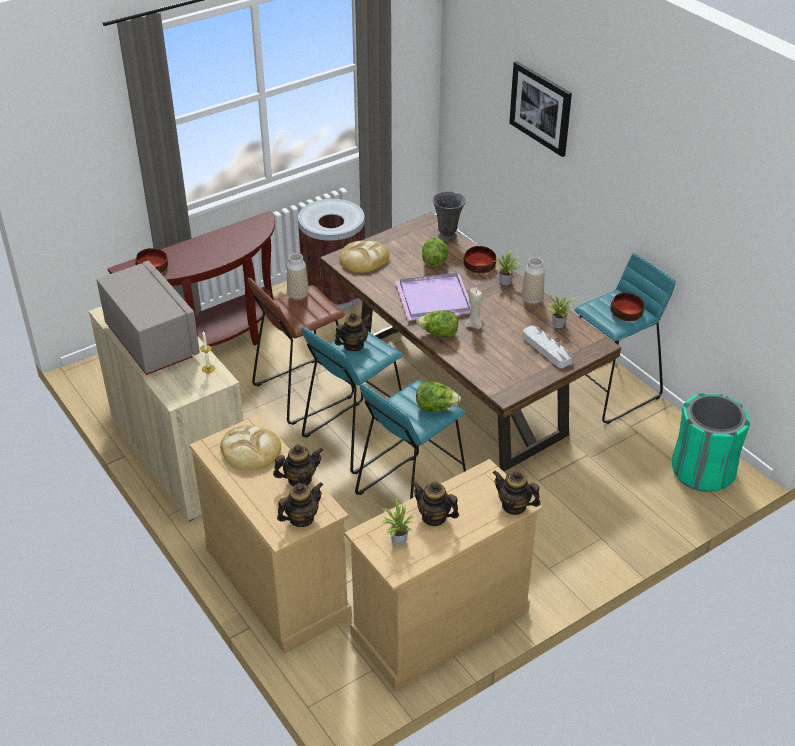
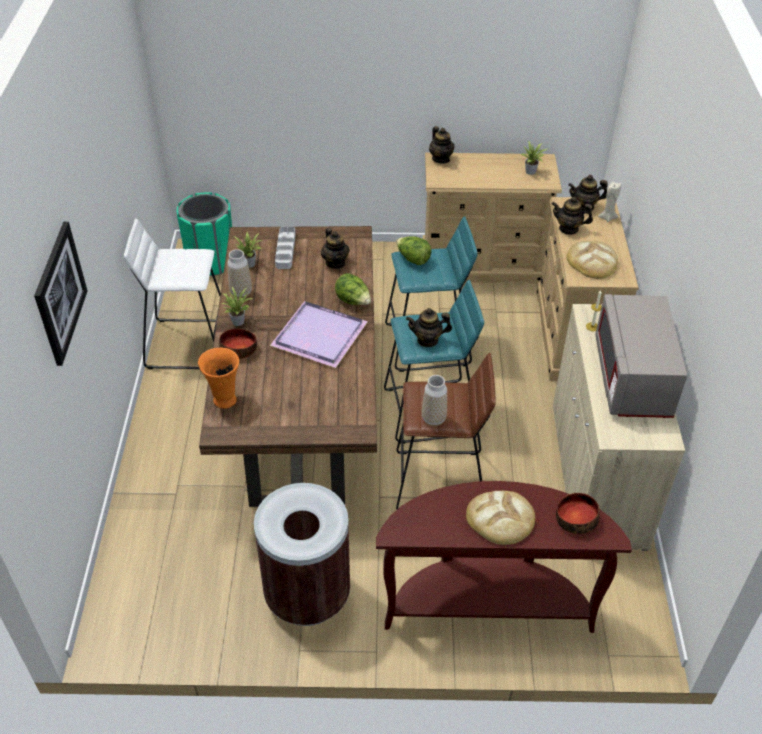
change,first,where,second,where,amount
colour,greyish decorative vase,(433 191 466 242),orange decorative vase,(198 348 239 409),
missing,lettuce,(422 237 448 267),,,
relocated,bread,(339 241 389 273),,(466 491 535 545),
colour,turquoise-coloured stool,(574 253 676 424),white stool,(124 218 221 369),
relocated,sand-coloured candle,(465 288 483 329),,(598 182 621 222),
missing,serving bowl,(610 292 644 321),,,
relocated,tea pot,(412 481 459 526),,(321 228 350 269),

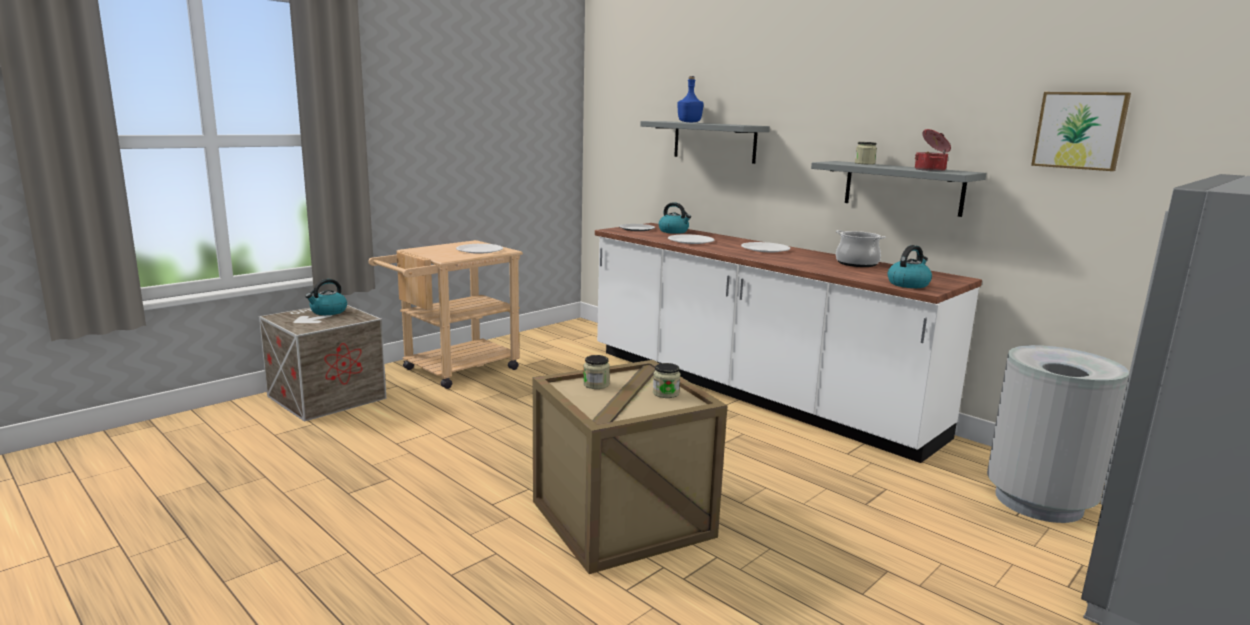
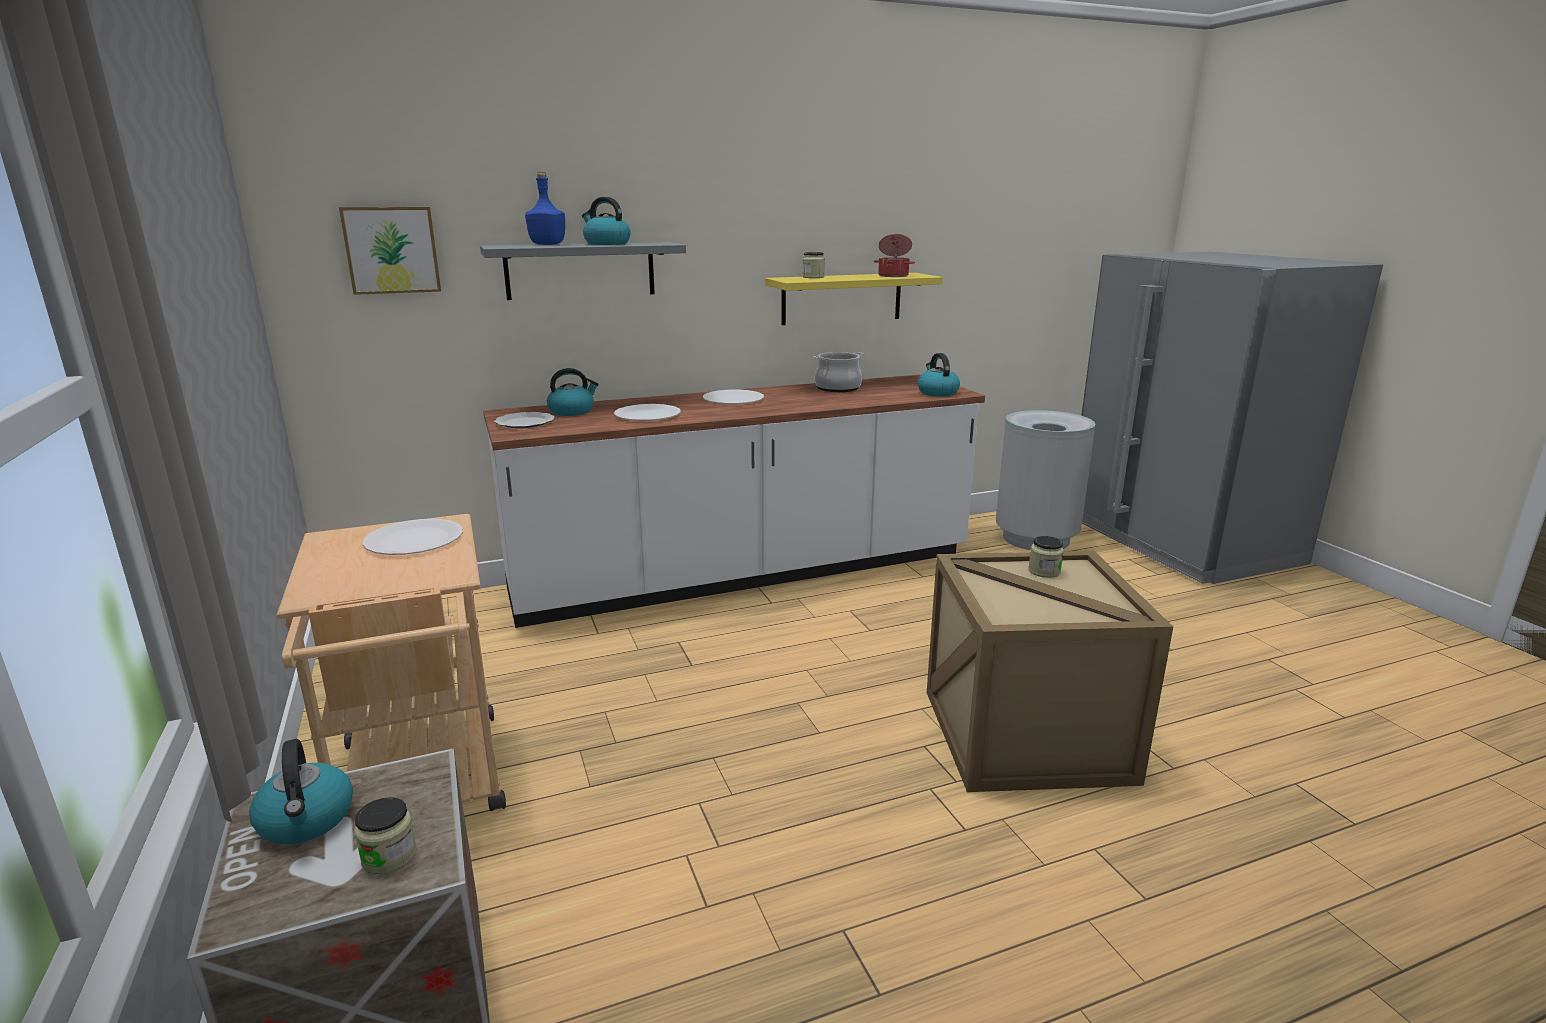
change,first,where,second,where,amount
relocated,picture,(1031 92 1131 171),,(339 207 441 295),
colour,greyish shelf,(811 161 986 217),yellow shelf,(765 273 943 325),
relocated,storage jar,(583 355 610 389),,(354 797 417 874),
appeared,,,tea kettle,(582 197 631 245),

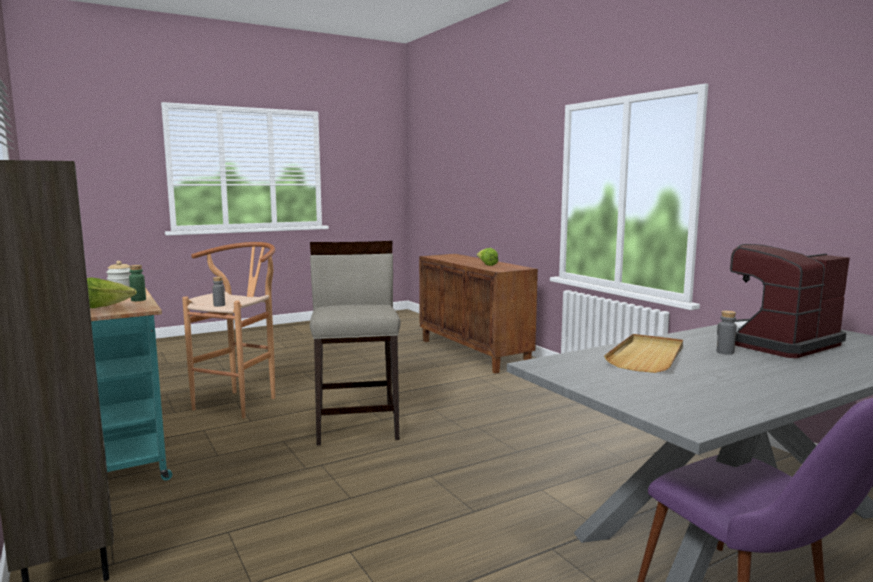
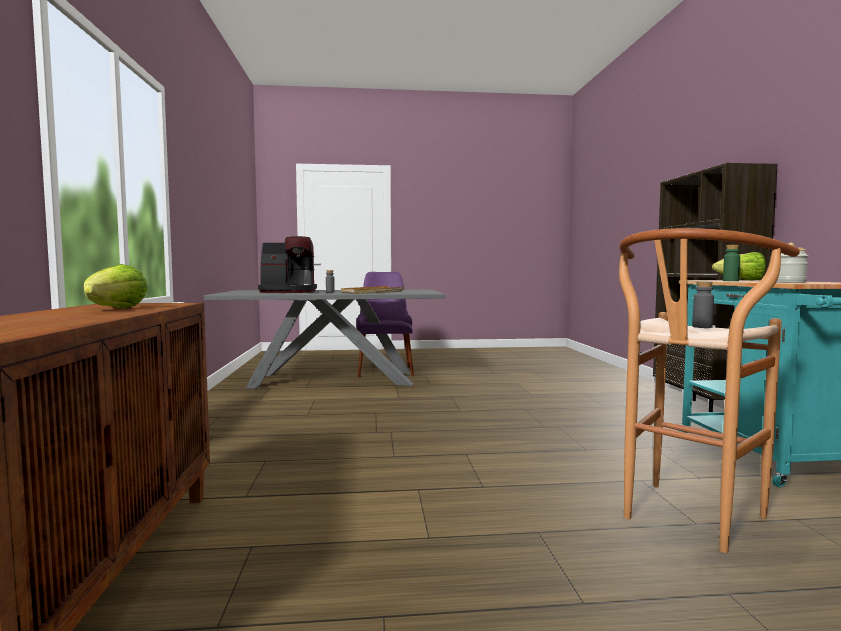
change,first,where,second,where,amount
missing,sand-coloured stool,(310 241 401 446),,,

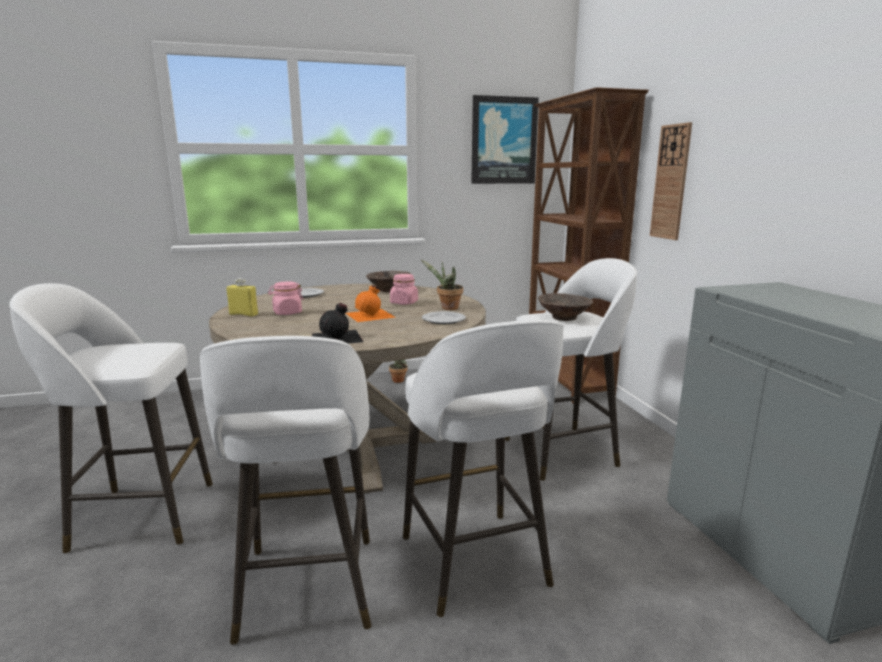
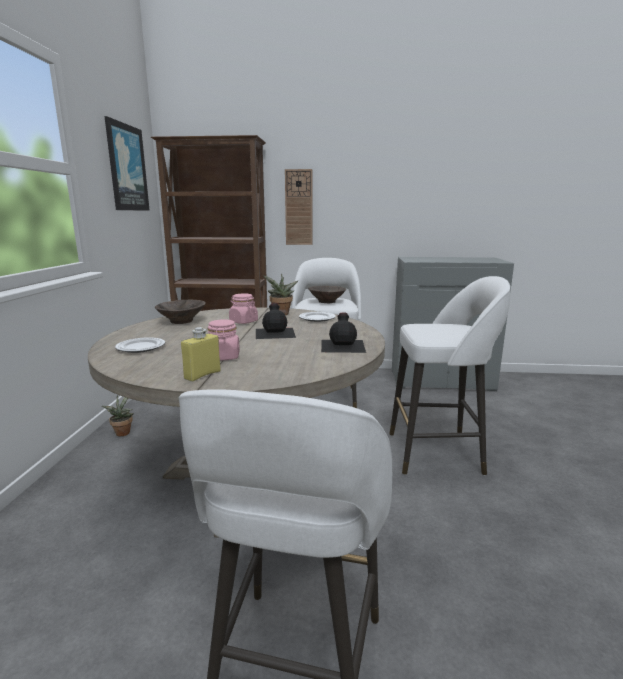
change,first,where,second,where,amount
colour,orange bottle,(346 285 395 322),black bottle,(256 303 296 339),
missing,white stool,(200 336 371 645),,,

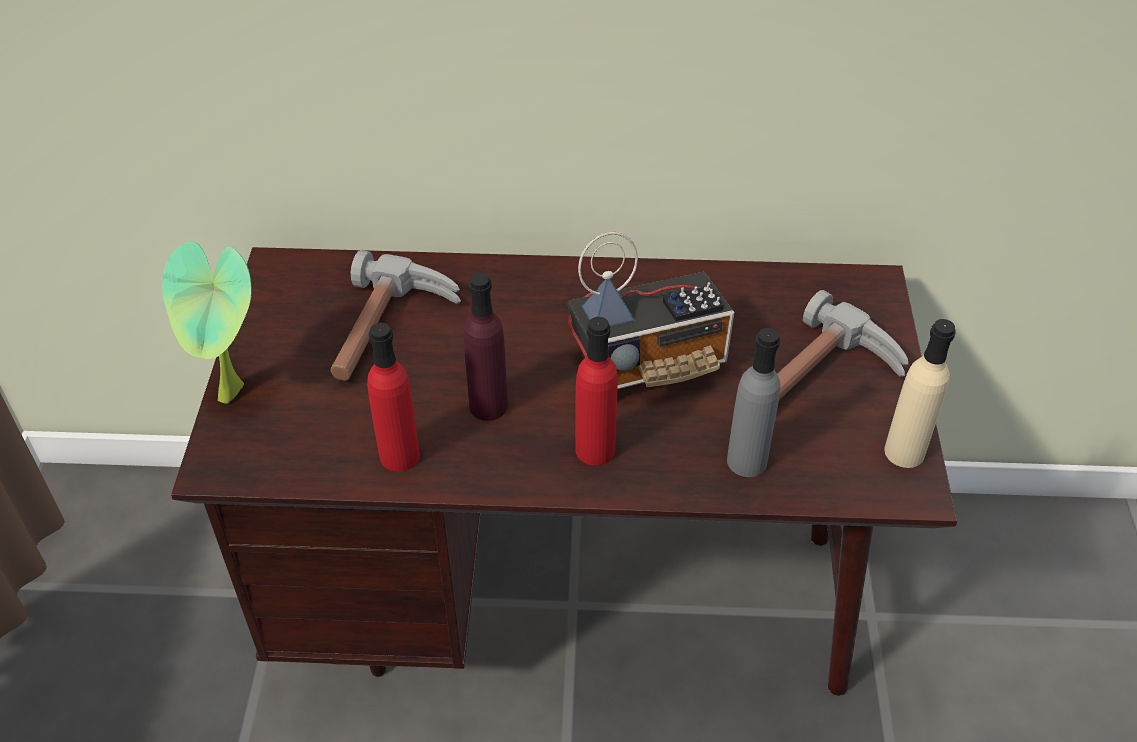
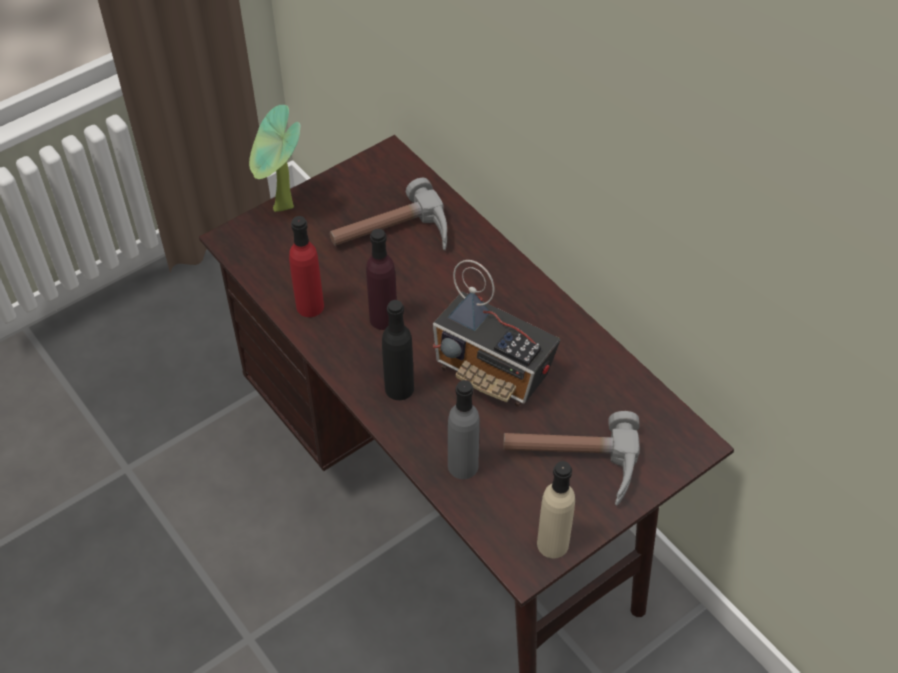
change,first,where,second,where,amount
colour,reddish bottle,(575 317 618 466),black bottle,(382 300 414 400),

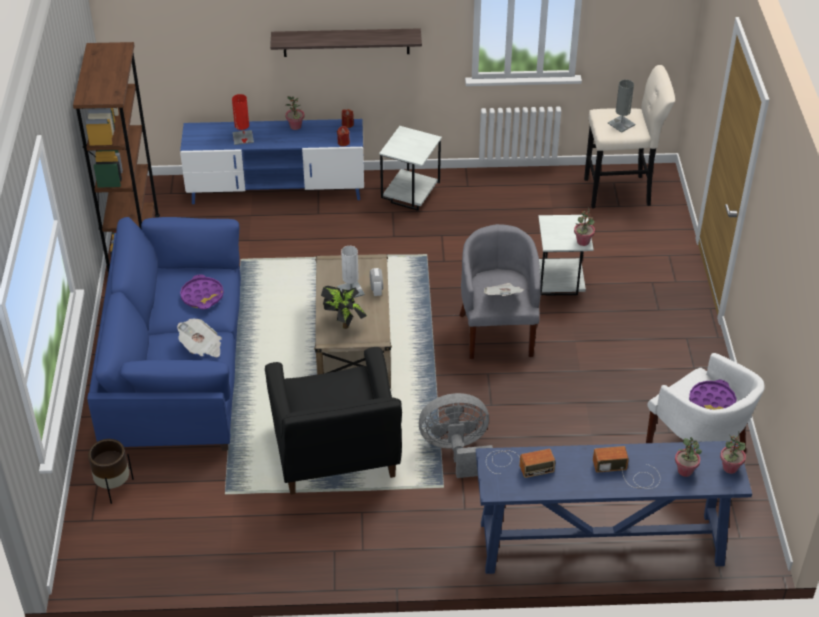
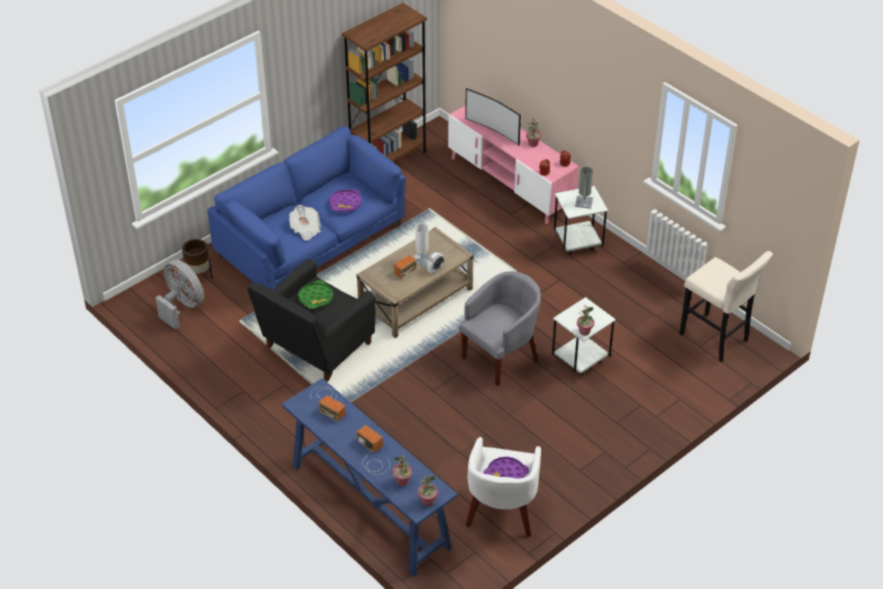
change,first,where,second,where,amount
missing,shelf,(270 28 422 57),,,
relocated,greyish lamp for a table,(608 80 635 133),,(575 167 593 209),
exchanged,reddish lamp for a table,(232 94 254 145),television,(465 88 521 145),
colour,blue tv stand,(180 119 364 204),pink tv stand,(448 105 579 224),
missing,printed paper,(484 283 524 296),,,
exchanged,houseplant,(321 286 367 329),radio set,(372 255 417 283),
relocated,greyish electric fan,(419 393 493 478),,(156 259 204 330),
appeared,,,greenish carrying tray,(298 280 333 309),

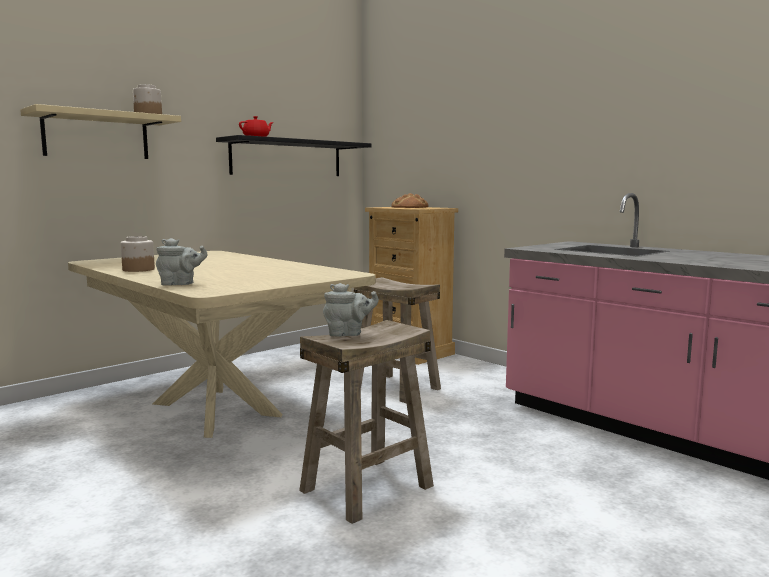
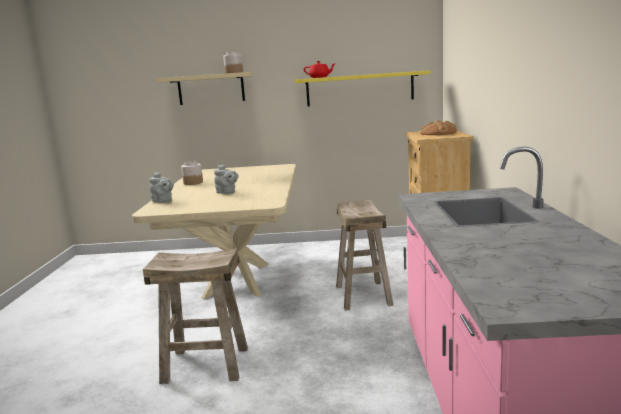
change,first,where,second,where,amount
colour,black shelf,(216 135 372 176),yellow shelf,(294 70 431 106),
relocated,greyish tea pot,(323 283 379 337),,(214 165 239 194),

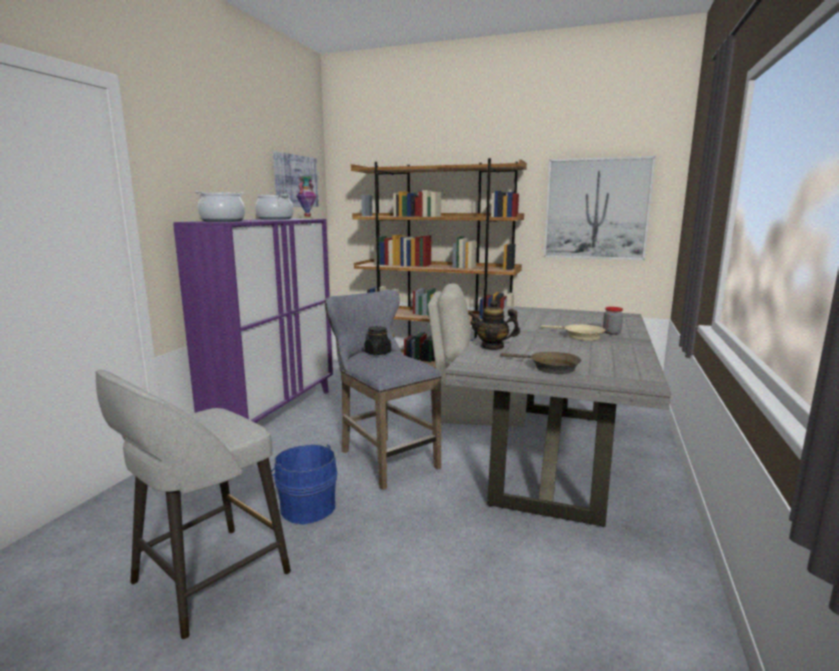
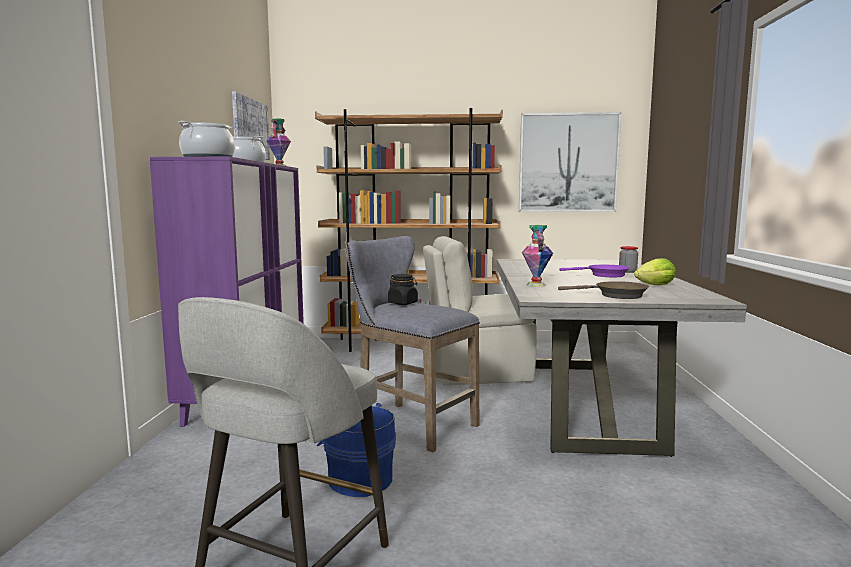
change,first,where,second,where,amount
exchanged,tea pot,(468 300 520 350),decorative vase,(522 225 553 287),
colour,sand-coloured frying pan,(541 325 605 341),purple-coloured frying pan,(559 265 630 277),
appeared,,,lettuce,(634 258 676 285),

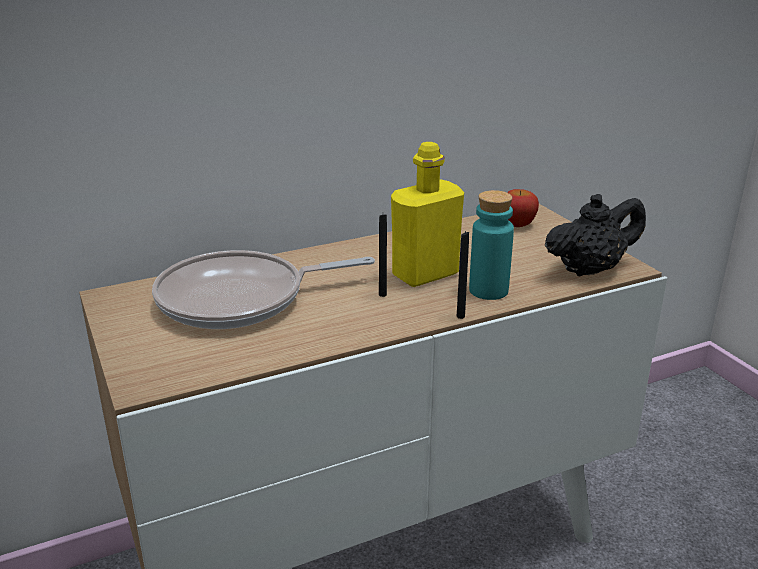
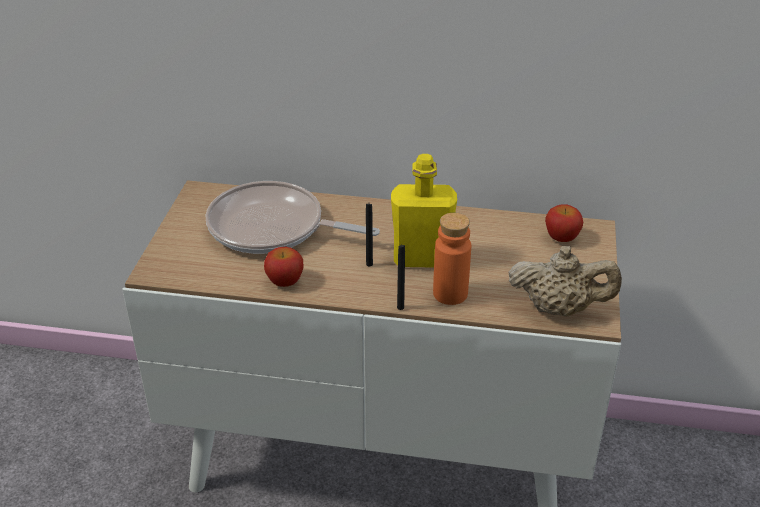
change,first,where,second,where,amount
colour,turquoise-coloured bottle,(469 190 514 300),orange bottle,(433 213 471 305),
colour,black tea pot,(545 194 646 277),sand-coloured tea pot,(508 246 622 317),
appeared,,,apple,(264 247 303 287),

